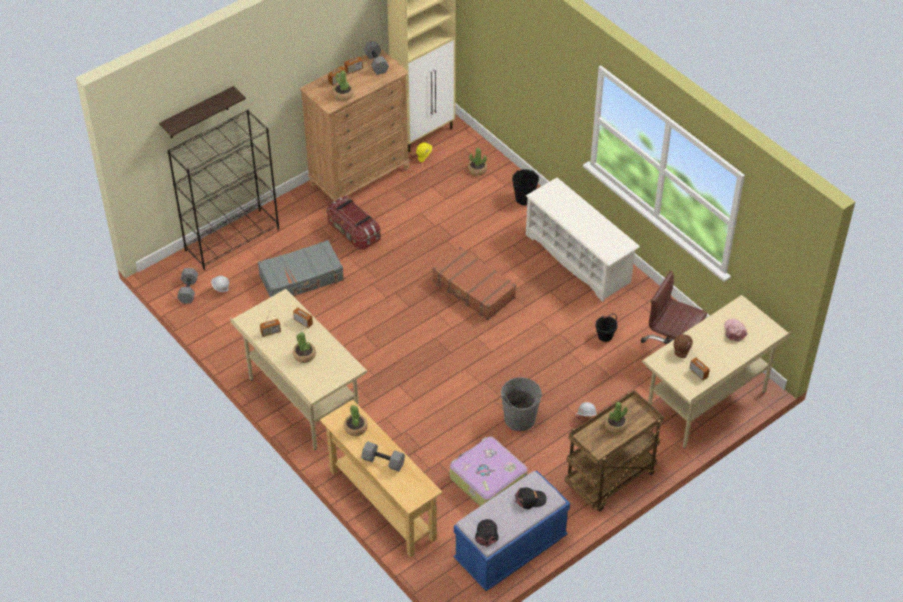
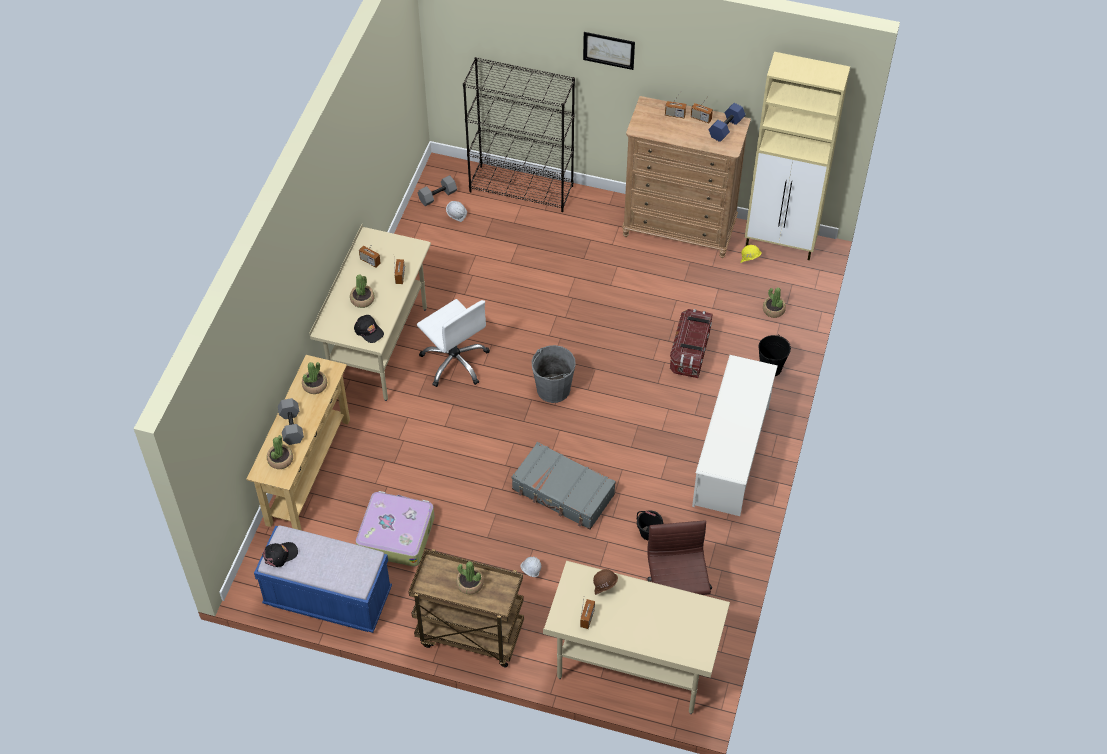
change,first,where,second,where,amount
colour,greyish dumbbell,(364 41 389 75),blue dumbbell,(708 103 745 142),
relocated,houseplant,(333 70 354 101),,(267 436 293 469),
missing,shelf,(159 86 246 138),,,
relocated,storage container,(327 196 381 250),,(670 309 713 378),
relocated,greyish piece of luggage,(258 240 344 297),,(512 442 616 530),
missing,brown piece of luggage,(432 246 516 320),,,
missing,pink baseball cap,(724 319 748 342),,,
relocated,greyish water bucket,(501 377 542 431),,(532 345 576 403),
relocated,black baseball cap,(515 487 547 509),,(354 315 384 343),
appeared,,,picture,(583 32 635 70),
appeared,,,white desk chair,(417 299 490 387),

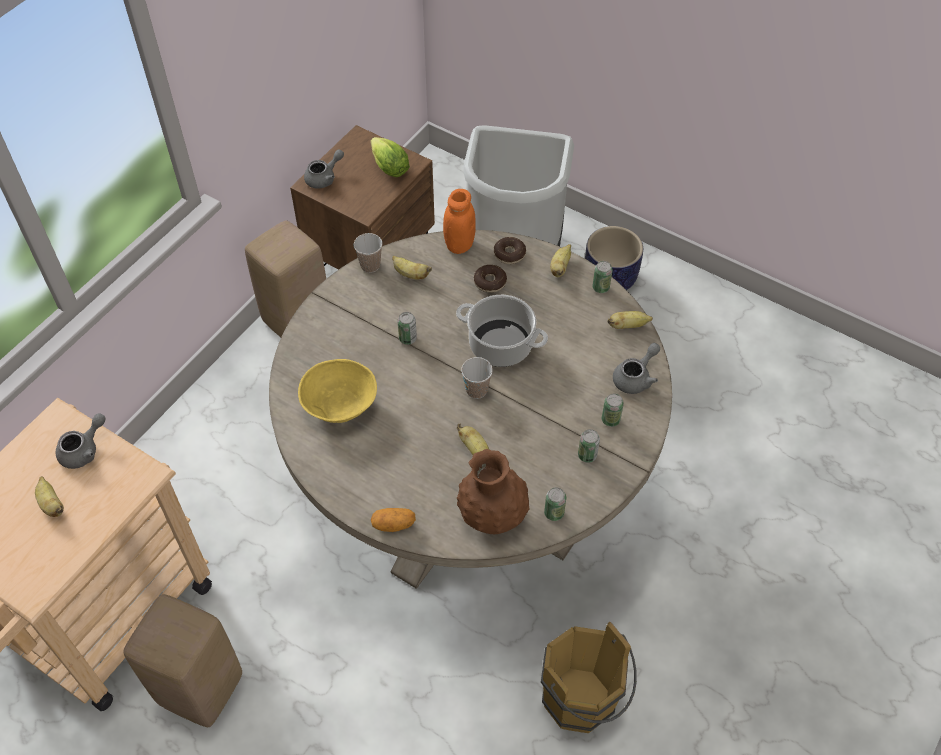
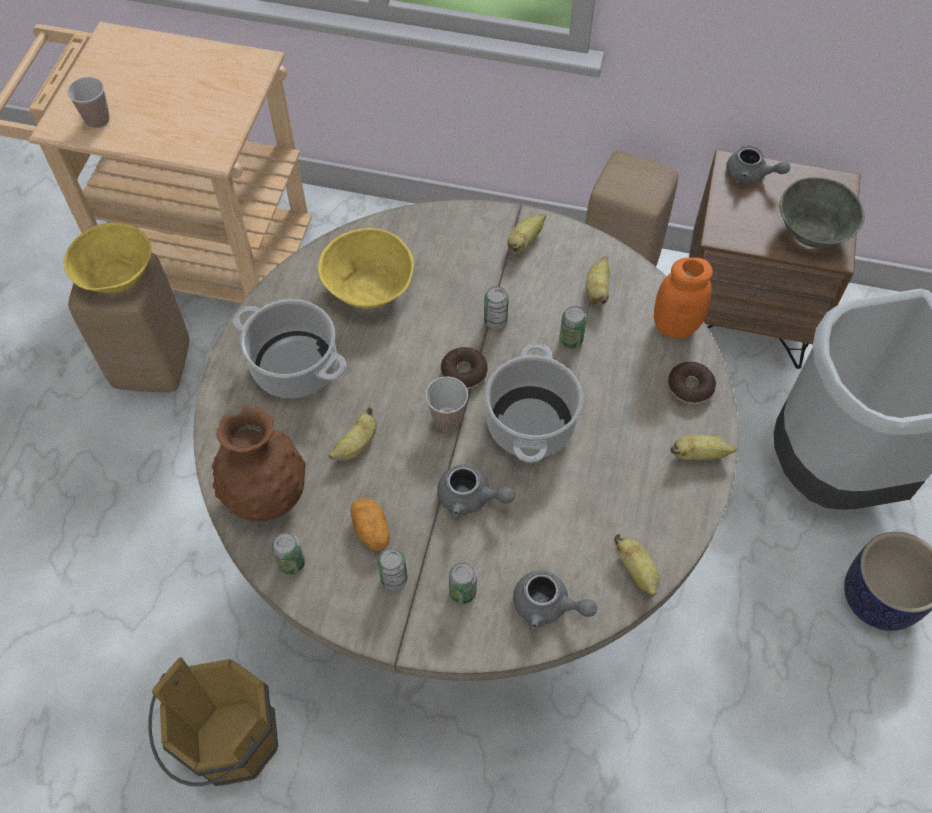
change,first,where,second,where,amount
exchanged,lettuce,(371 137 410 177),greyish serving bowl,(779 177 865 248),
relocated,cup,(354 233 383 273),,(67 77 109 129),
relocated,metal can,(592 261 612 293),,(559 306 587 349),
relocated,doughnut,(474 265 507 293),,(441 347 488 389),
relocated,greyish tea pot,(56 413 106 469),,(437 464 515 517),
relocated,whole banana,(35 476 64 517),,(507 214 546 254),
relocated,spud,(371 508 416 532),,(350 498 390 551),
appeared,,,yellow serving bowl,(64 223 152 293),
appeared,,,saucepot,(233 299 346 398),

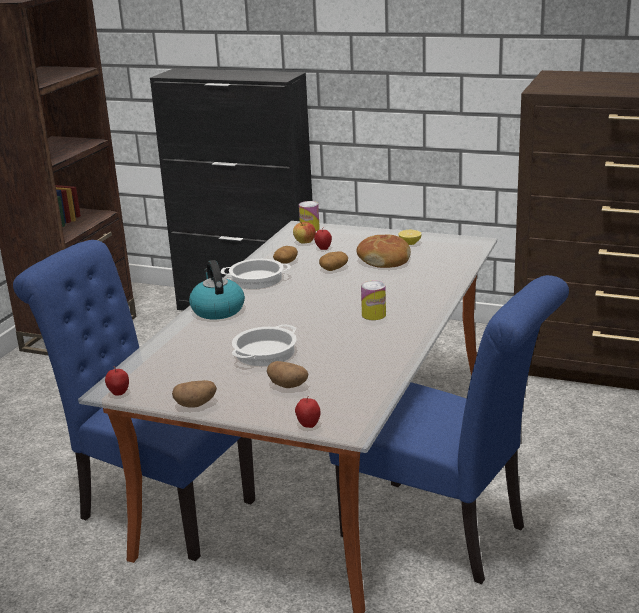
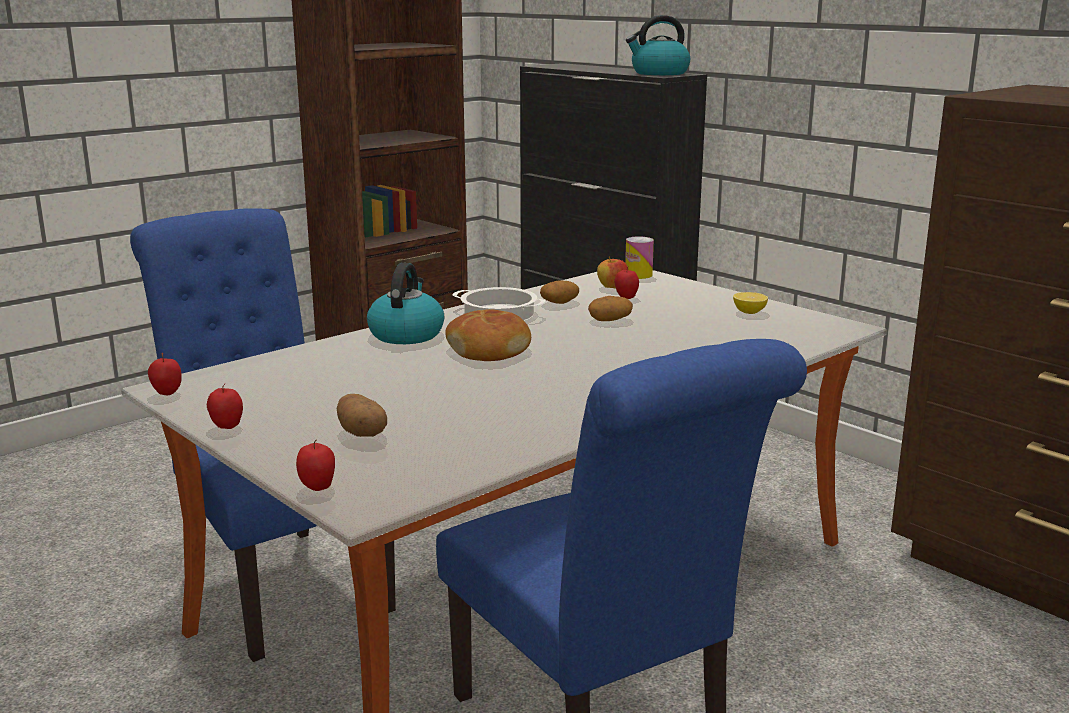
change,first,where,second,where,amount
relocated,bread,(356 235 411 268),,(445 309 531 361),
missing,metal can,(361 281 386 320),,,
missing,saucepot,(232 324 297 366),,,
exchanged,spud,(172 380 217 408),apple,(207 384 243 429),
appeared,,,tea kettle,(626 15 690 75),

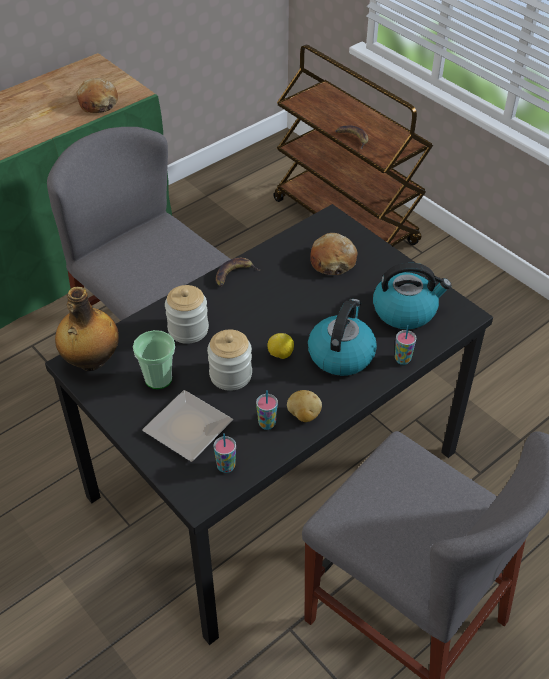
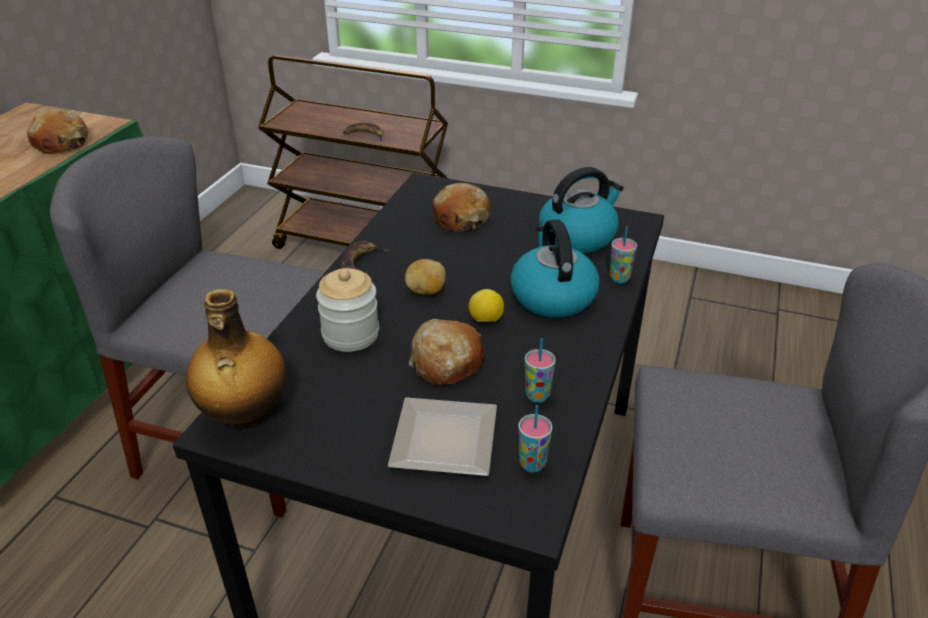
change,first,where,second,where,amount
missing,cup,(133 330 175 389),,,
exchanged,storage jar,(207 330 252 391),bread,(409 319 485 385),
relocated,spud,(287 390 322 422),,(405 259 446 295),

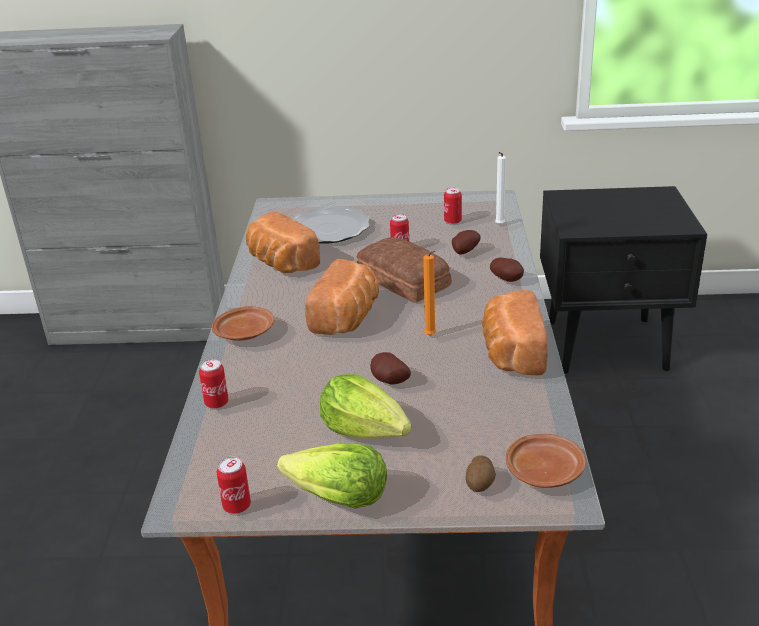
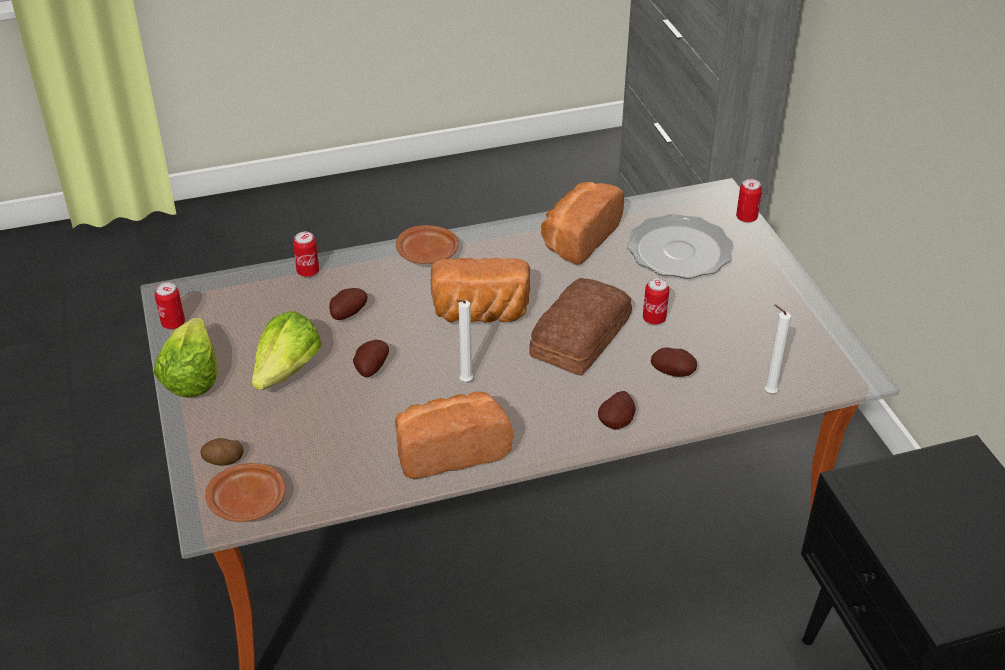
change,first,where,second,where,amount
relocated,metal can,(444 187 462 224),,(736 179 762 223),
colour,orange candle,(423 251 436 336),white candle,(457 300 473 381),
appeared,,,spud,(329 288 368 320),

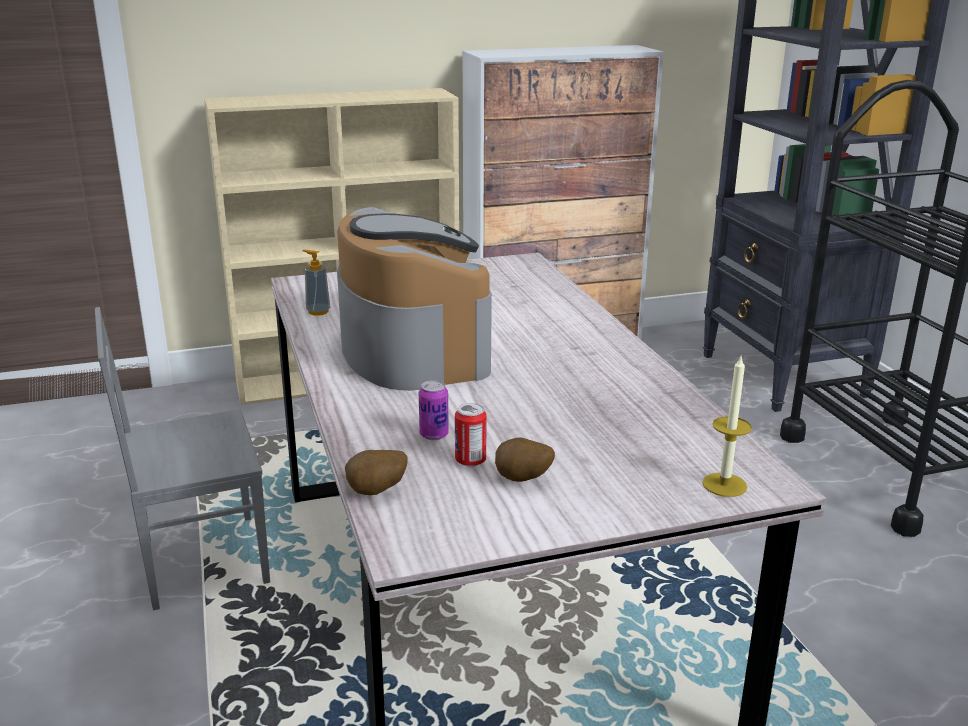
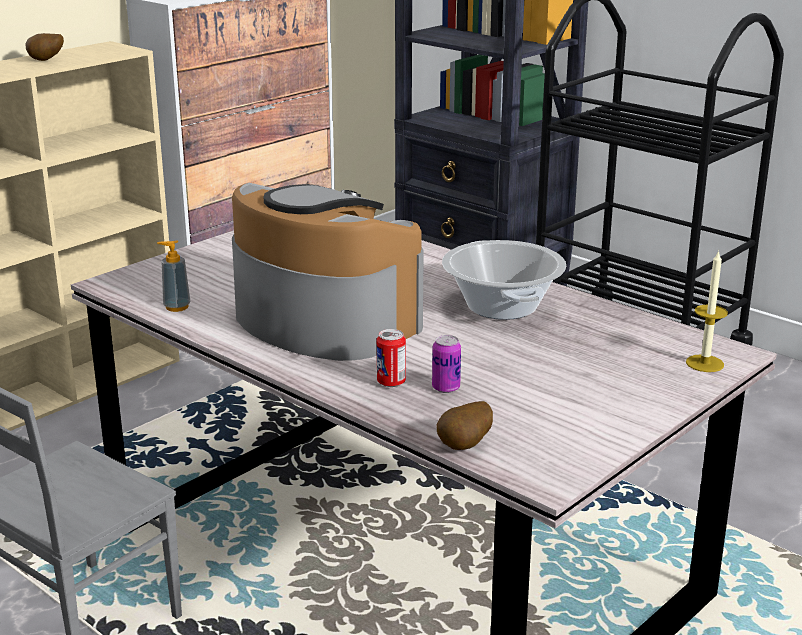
change,first,where,second,where,amount
relocated,metal can,(455 403 487 466),,(377 329 406 387),
relocated,spud,(495 437 555 482),,(25 33 64 61),
appeared,,,saucepot,(442 240 566 320),

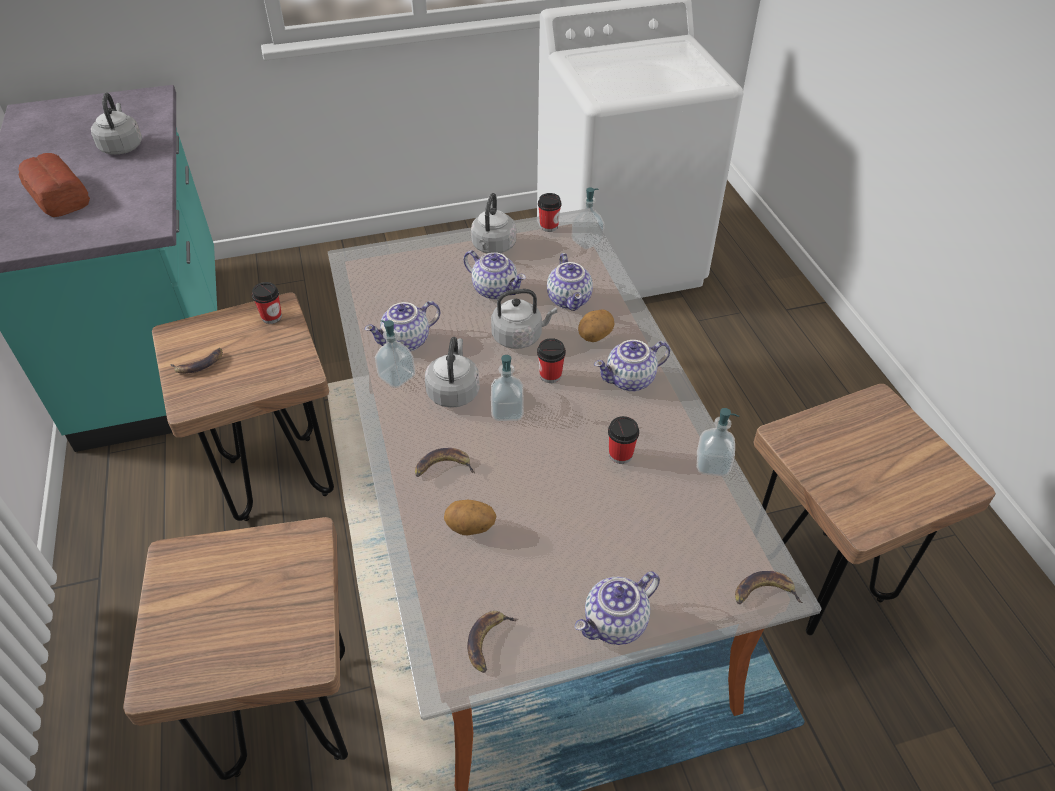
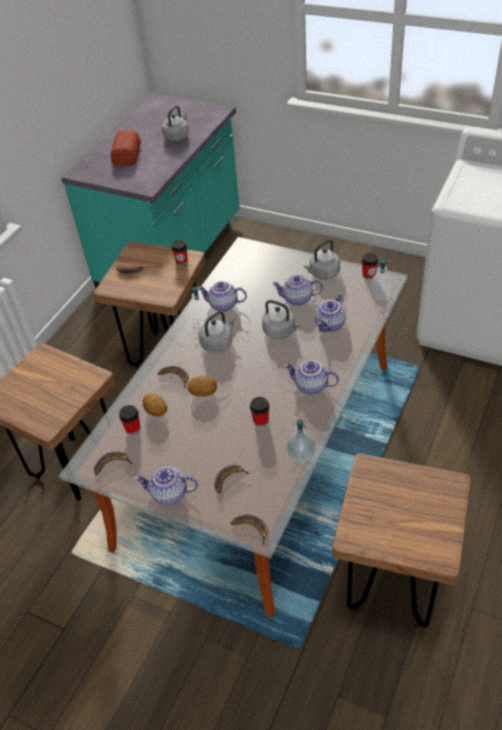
change,first,where,second,where,amount
spun,tea pot,(463 250 526 300),,(272 275 323 306),105 degrees clockwise
relocated,spud,(578 309 614 342),,(188 376 217 397),
relocated,cup,(537 338 566 383),,(119 405 140 435),
missing,liquid soap bottle,(491 355 524 421),,,
appeared,,,whole banana,(214 464 250 494),

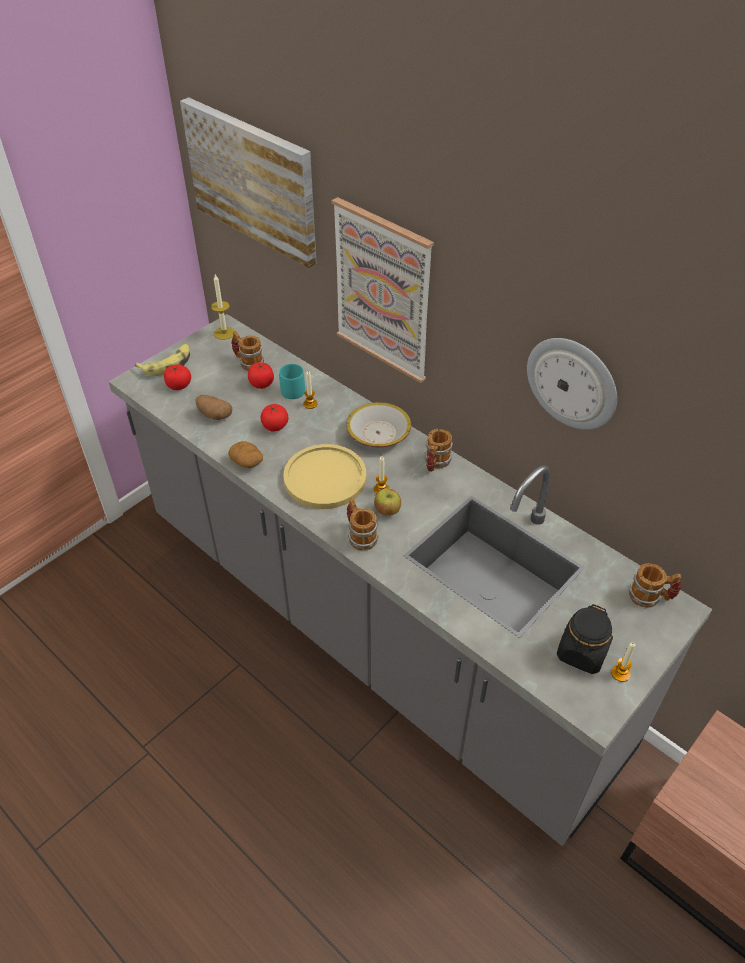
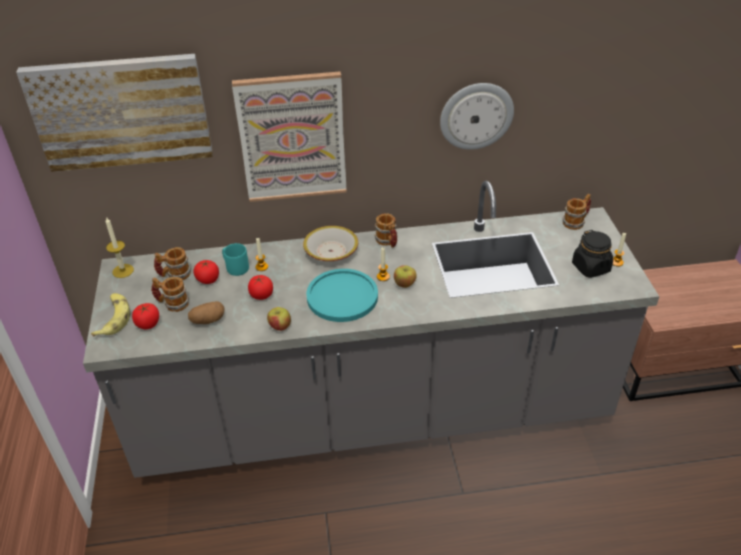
change,first,where,second,where,amount
exchanged,spud,(228 441 263 468),apple,(267 307 291 331),
colour,yellow flat dish,(283 444 366 509),turquoise-coloured flat dish,(306 269 378 322),
relocated,coffee mug,(347 498 379 551),,(151 277 189 312),

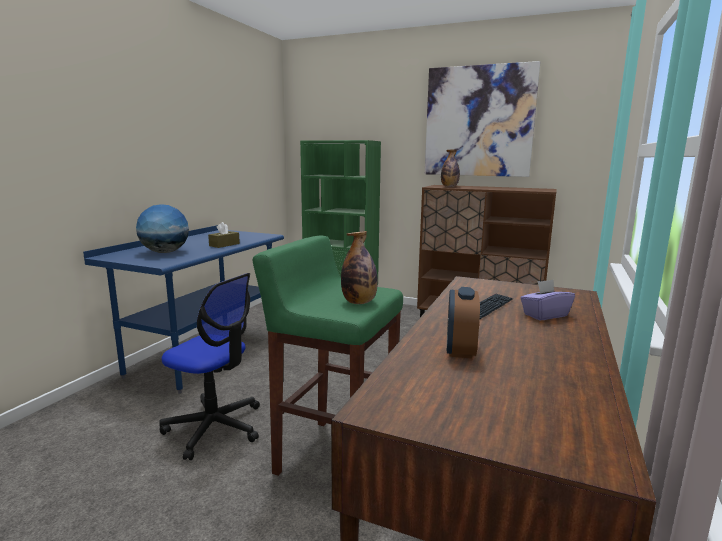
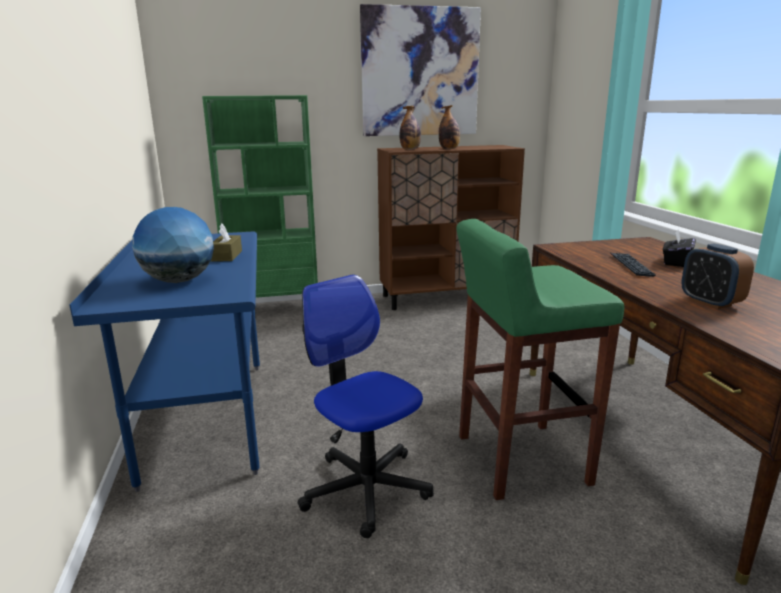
change,first,where,second,where,amount
relocated,bottle,(341 231 378 304),,(439 105 460 149),
spun,desk chair,(159 273 260 460),,(298 275 434 538),120 degrees counterclockwise
colour,purple-coloured tissue holder,(520 280 575 321),black tissue holder,(663 229 696 267),

